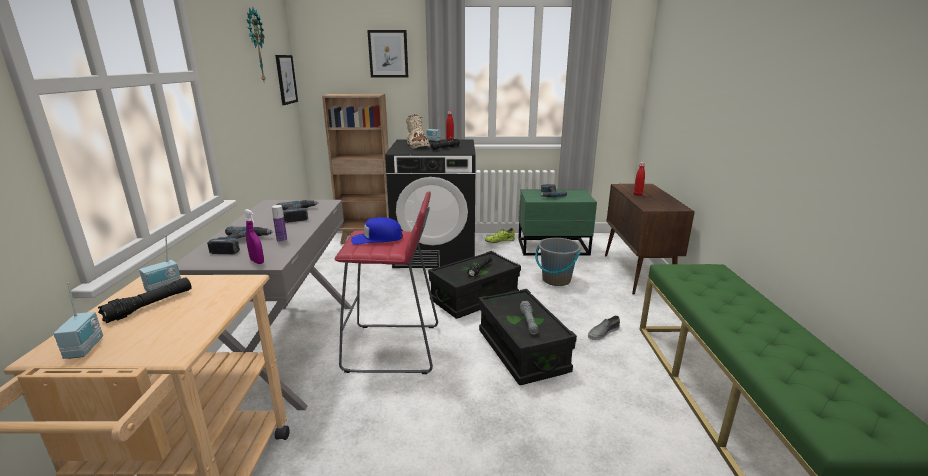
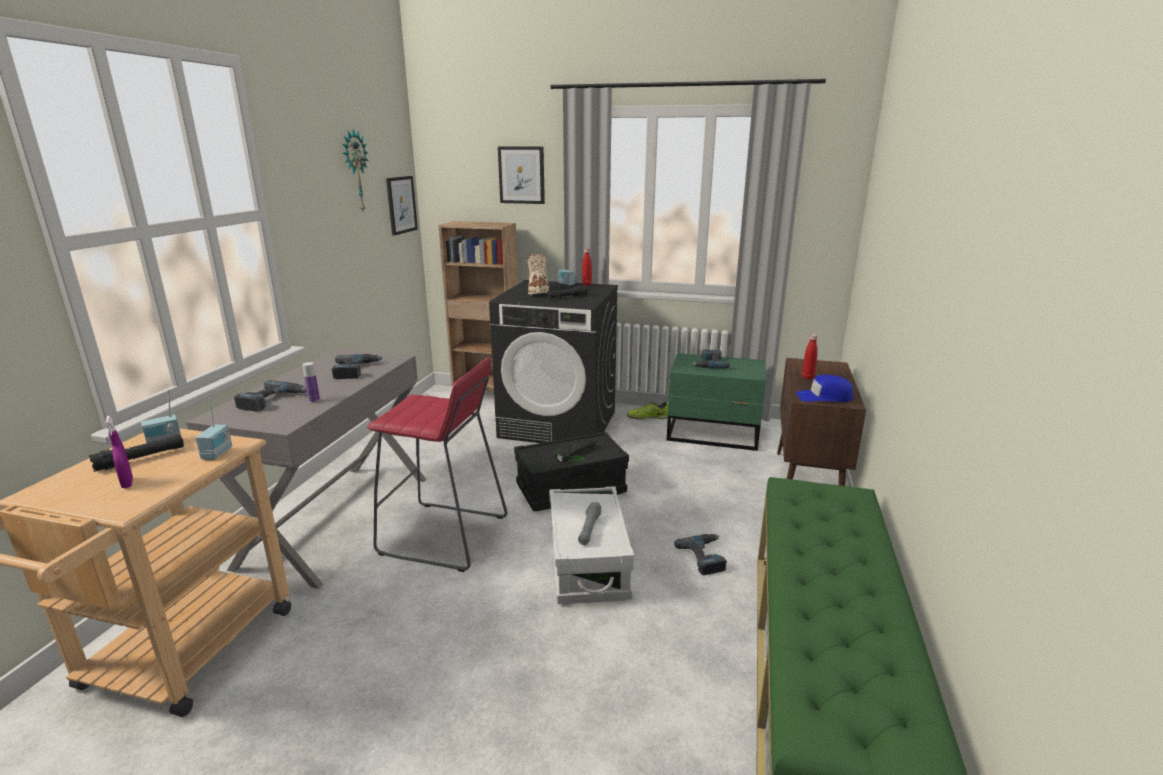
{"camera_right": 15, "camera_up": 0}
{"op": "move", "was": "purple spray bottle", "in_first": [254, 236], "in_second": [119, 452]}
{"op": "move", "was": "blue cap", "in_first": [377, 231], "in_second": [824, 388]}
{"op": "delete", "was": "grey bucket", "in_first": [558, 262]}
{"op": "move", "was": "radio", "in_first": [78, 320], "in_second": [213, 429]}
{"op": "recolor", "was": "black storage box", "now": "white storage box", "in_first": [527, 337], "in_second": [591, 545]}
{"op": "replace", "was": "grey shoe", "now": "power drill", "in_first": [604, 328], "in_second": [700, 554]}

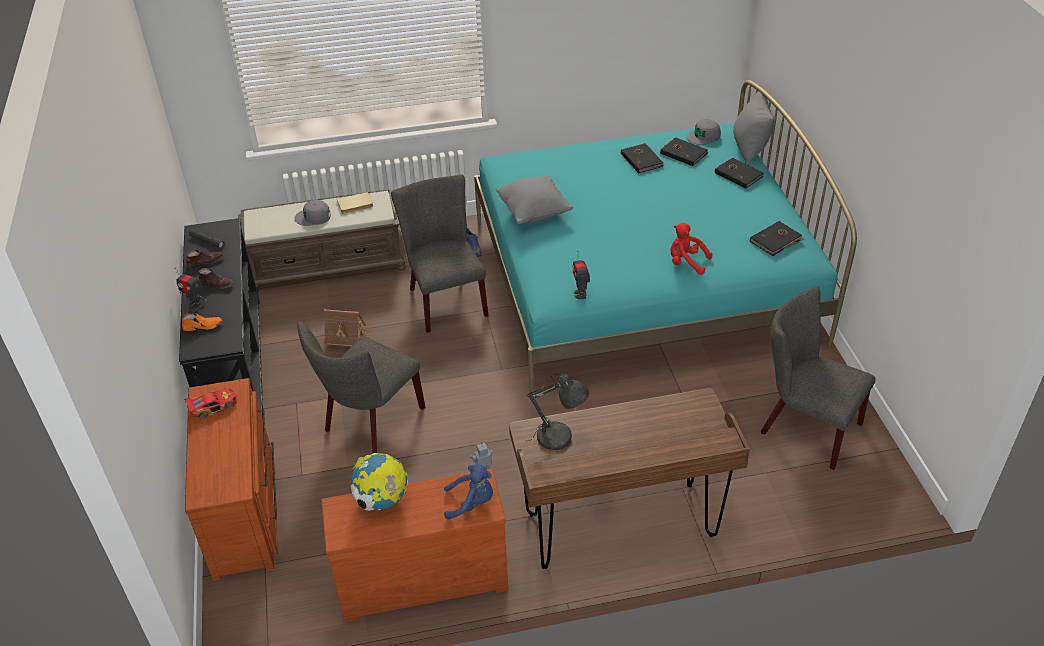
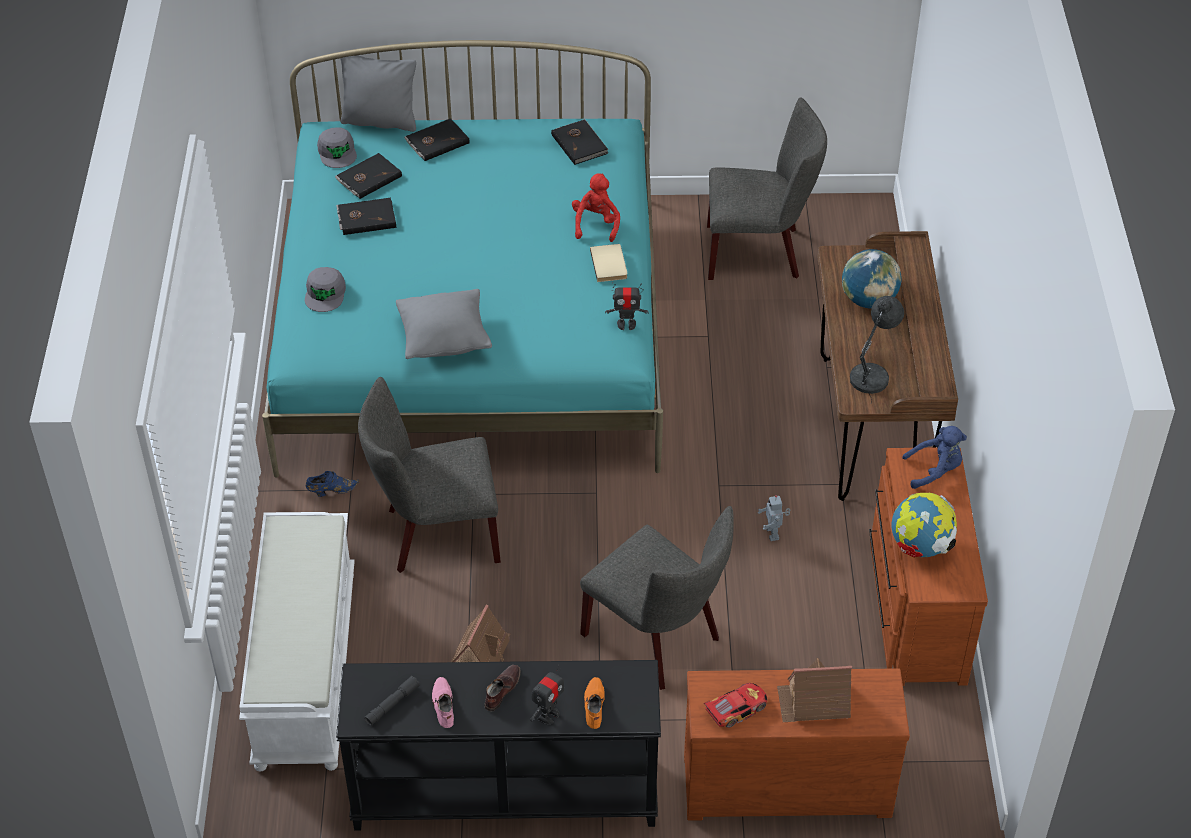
{"camera_right": -80, "camera_up": 5}
{"op": "recolor", "was": "brown bench", "now": "white bench", "in_first": [322, 240], "in_second": [297, 641]}
{"op": "move", "was": "beige book", "in_first": [355, 203], "in_second": [608, 263]}
{"op": "move", "was": "grey cap", "in_first": [312, 213], "in_second": [325, 289]}
{"op": "rotate", "was": "red plush toy", "in_first": [691, 249], "in_second": [596, 207], "clockwise": 150}
{"op": "recolor", "was": "brown shoe", "now": "pink shoe", "in_first": [205, 259], "in_second": [443, 702]}
{"op": "rotate", "was": "grey chair", "in_first": [818, 378], "in_second": [767, 189], "clockwise": -135}
{"op": "rotate", "was": "toy car", "in_first": [210, 403], "in_second": [735, 705], "clockwise": 75}
{"op": "rotate", "was": "blue plush toy", "in_first": [468, 491], "in_second": [934, 457], "clockwise": 75}
{"op": "insert", "now": "globe", "in_second": [871, 278]}
{"op": "insert", "now": "toy house", "in_second": [814, 690]}

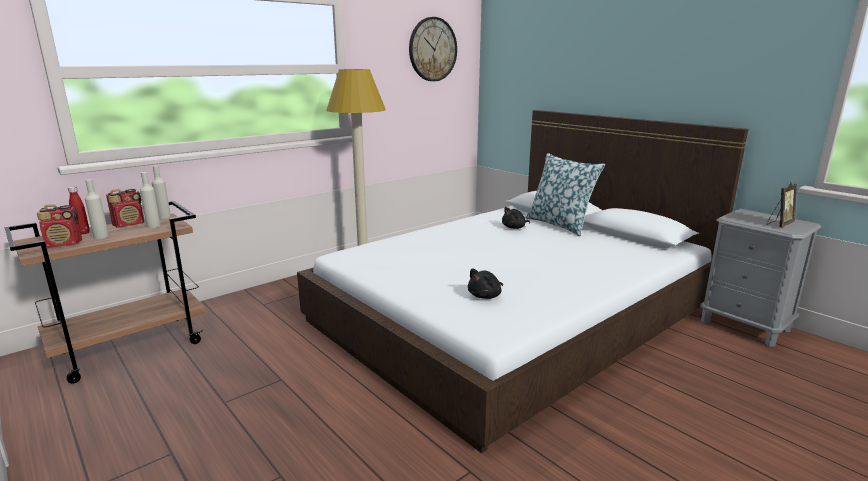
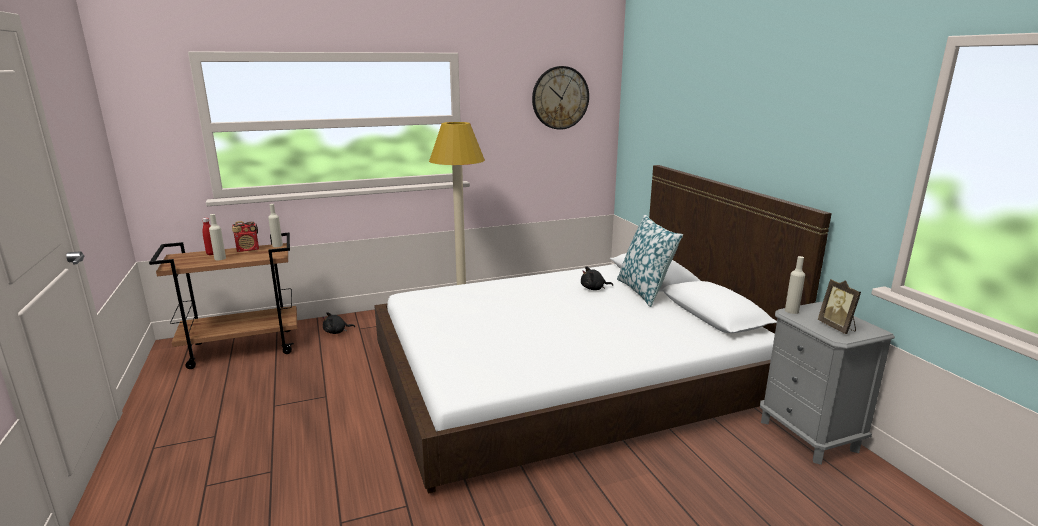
{"camera_right": 20, "camera_up": 0}
{"op": "move", "was": "beige bottle", "in_first": [150, 200], "in_second": [795, 285]}
{"op": "rotate", "was": "picture frame", "in_first": [782, 204], "in_second": [839, 306], "clockwise": 90}
{"op": "delete", "was": "radio", "in_first": [59, 225]}
{"op": "move", "was": "black plush toy", "in_first": [485, 283], "in_second": [339, 323]}

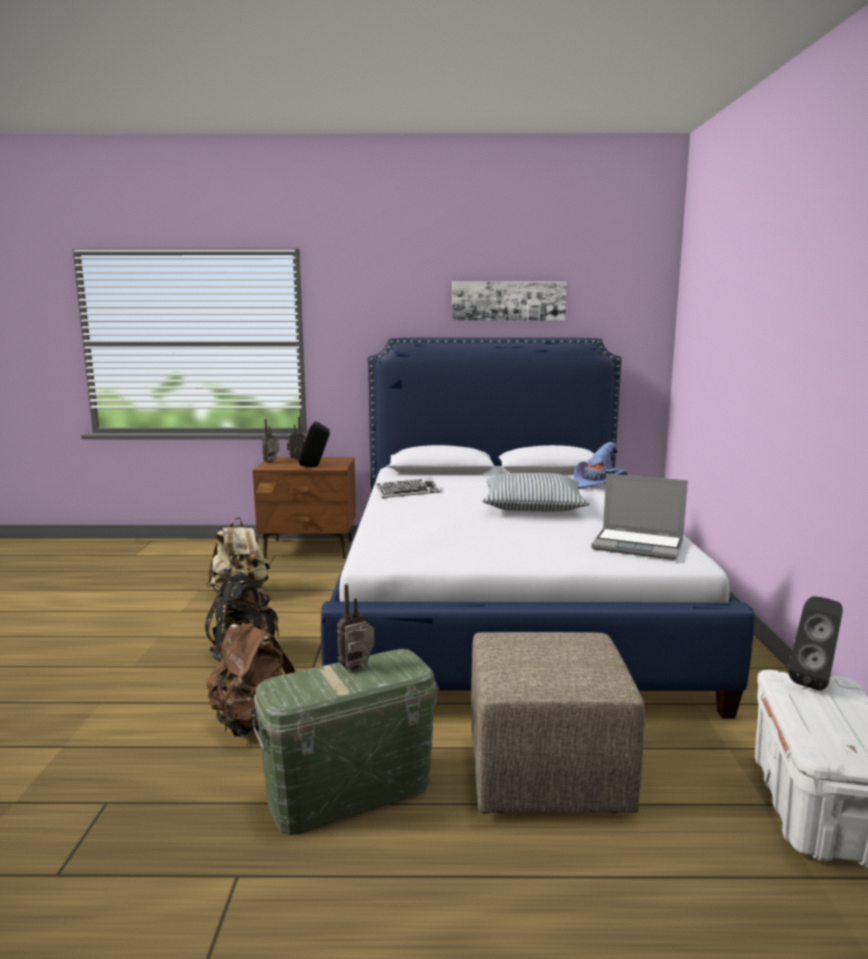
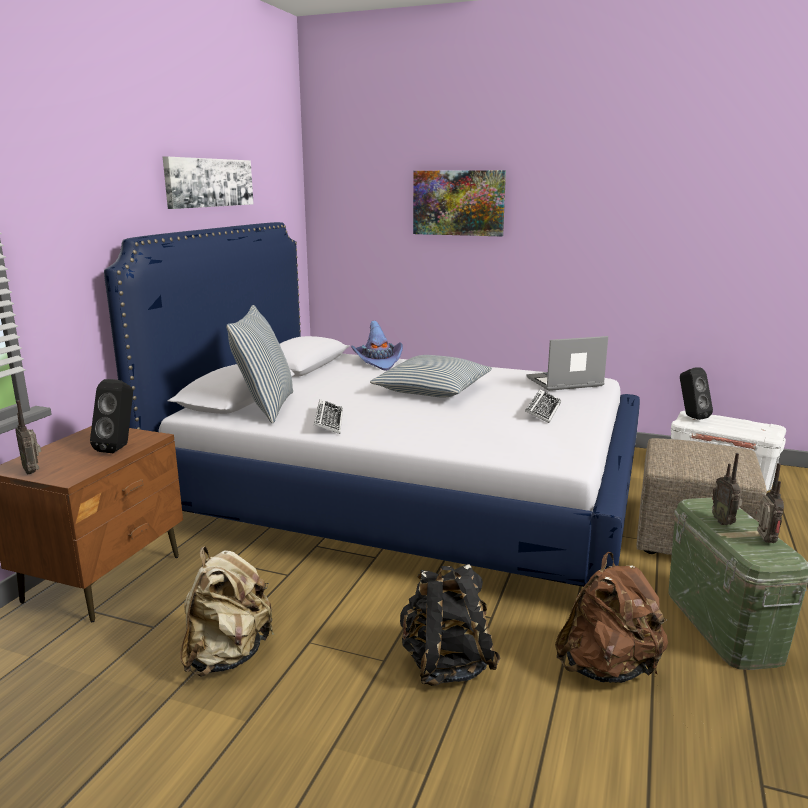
{"camera_right": -70, "camera_up": 5}
{"op": "move", "was": "radio", "in_first": [296, 438], "in_second": [769, 503]}
{"op": "rotate", "was": "laptop", "in_first": [639, 516], "in_second": [567, 363], "clockwise": -150}
{"op": "insert", "now": "picture", "in_second": [459, 203]}
{"op": "insert", "now": "pillow", "in_second": [259, 364]}
{"op": "insert", "now": "keyboard", "in_second": [543, 406]}

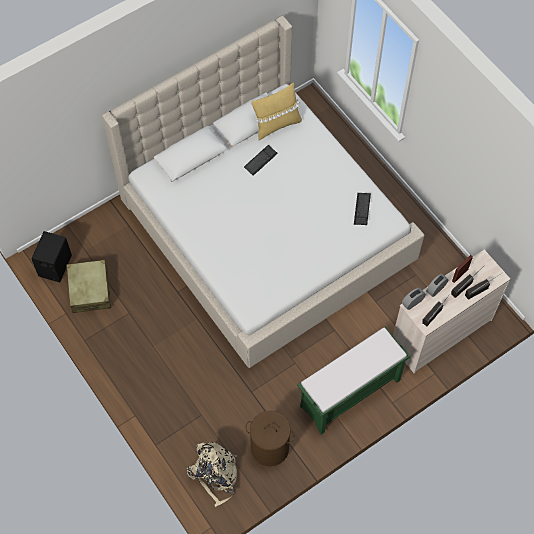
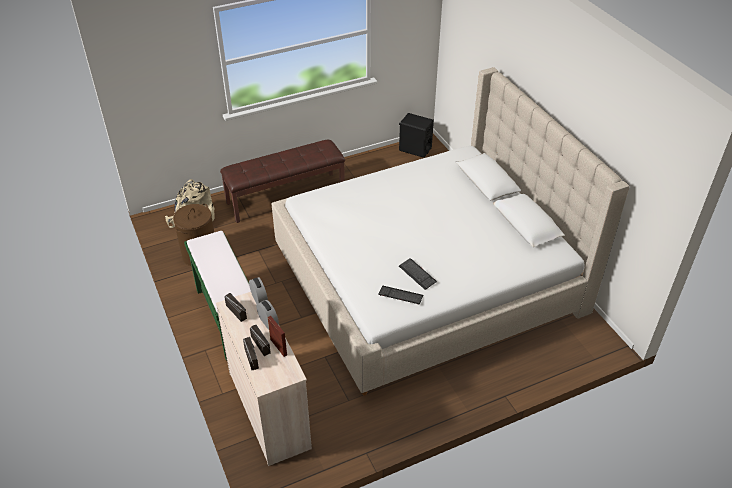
{"camera_right": 100, "camera_up": -20}
{"op": "delete", "was": "yellow pillow", "in_first": [276, 111]}
{"op": "move", "was": "keyboard", "in_first": [261, 160], "in_second": [418, 274]}
{"op": "delete", "was": "beige suitcase", "in_first": [88, 286]}
{"op": "insert", "now": "brown bench", "in_second": [282, 181]}

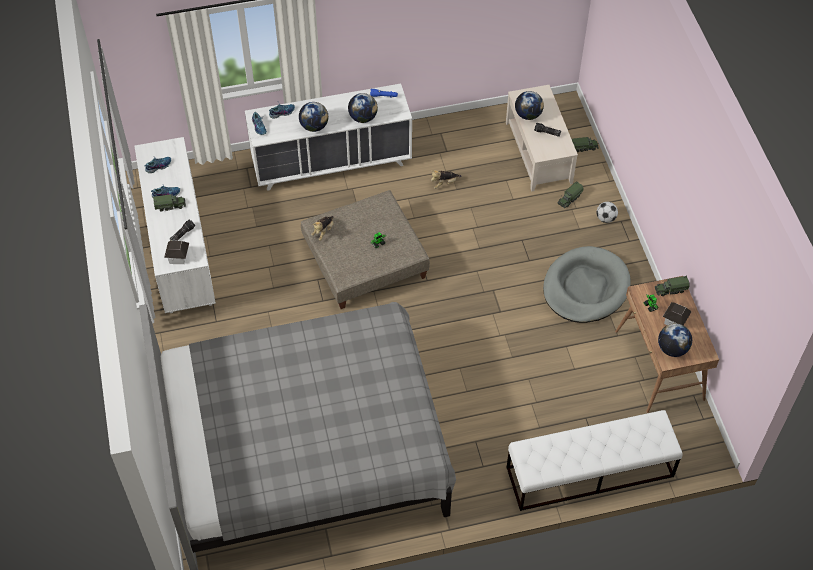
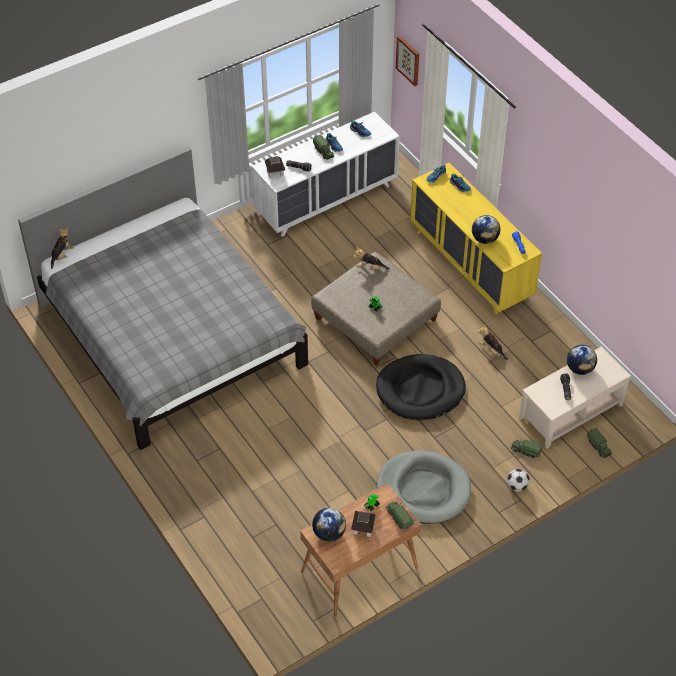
{"camera_right": 70, "camera_up": -5}
{"op": "recolor", "was": "white dresser", "now": "yellow dresser", "in_first": [328, 137], "in_second": [476, 239]}
{"op": "delete", "was": "globe", "in_first": [313, 117]}
{"op": "delete", "was": "white bench", "in_first": [595, 460]}
{"op": "insert", "now": "picture", "in_second": [407, 60]}
{"op": "insert", "now": "plush toy", "in_second": [62, 248]}
{"op": "insert", "now": "black dog bed", "in_second": [421, 387]}

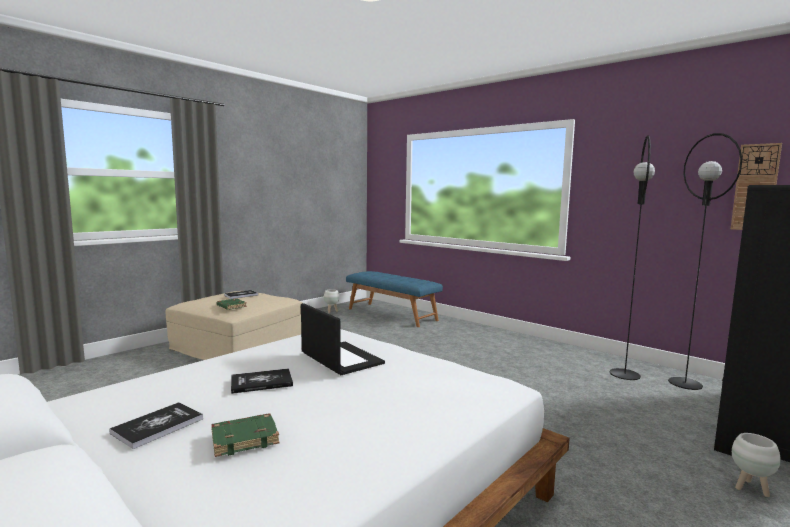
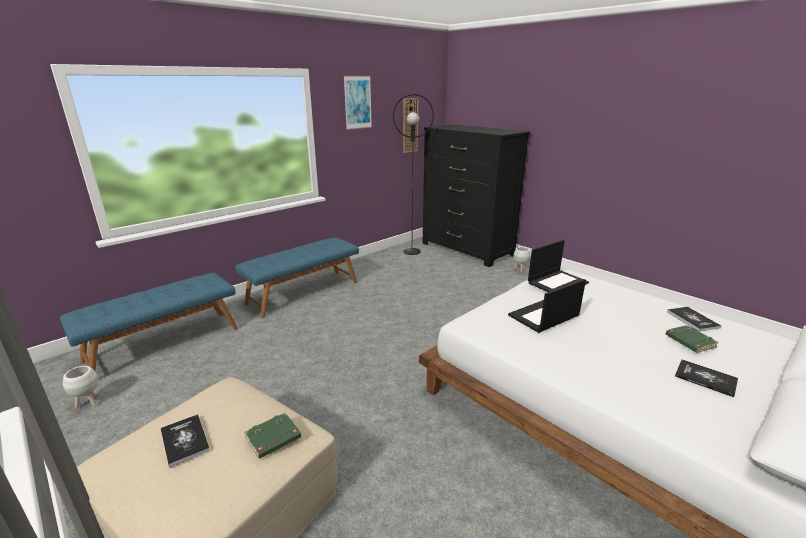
{"camera_right": -85, "camera_up": 15}
{"op": "delete", "was": "black floor lamp", "in_first": [632, 257]}
{"op": "move", "was": "book", "in_first": [262, 381], "in_second": [694, 319]}
{"op": "insert", "now": "picture", "in_second": [357, 103]}
{"op": "insert", "now": "blue bench", "in_second": [297, 277]}
{"op": "insert", "now": "laptop", "in_second": [558, 266]}

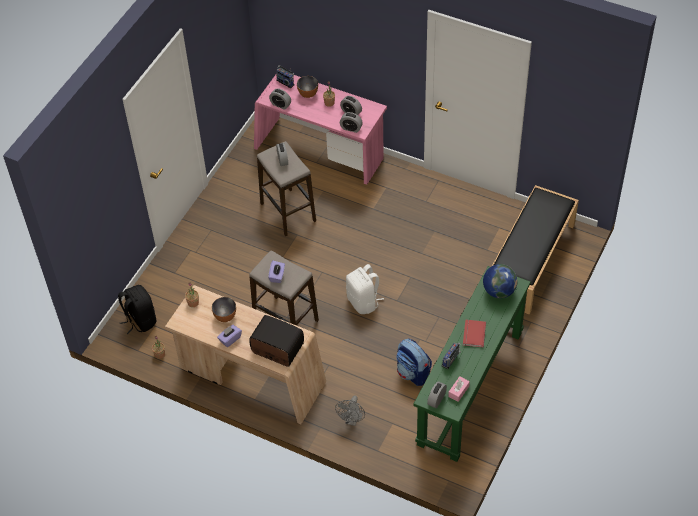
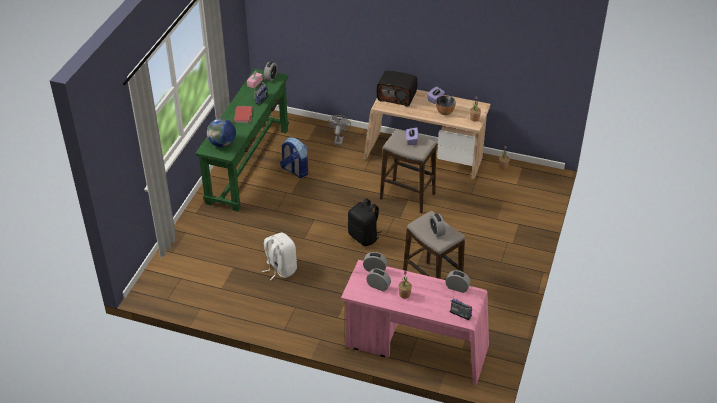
{"camera_right": 170, "camera_up": -10}
{"op": "delete", "was": "bowl", "in_first": [307, 87]}
{"op": "delete", "was": "black bench", "in_first": [535, 250]}
{"op": "move", "was": "white backpack", "in_first": [365, 289], "in_second": [279, 256]}
{"op": "move", "was": "black backpack", "in_first": [137, 310], "in_second": [364, 222]}

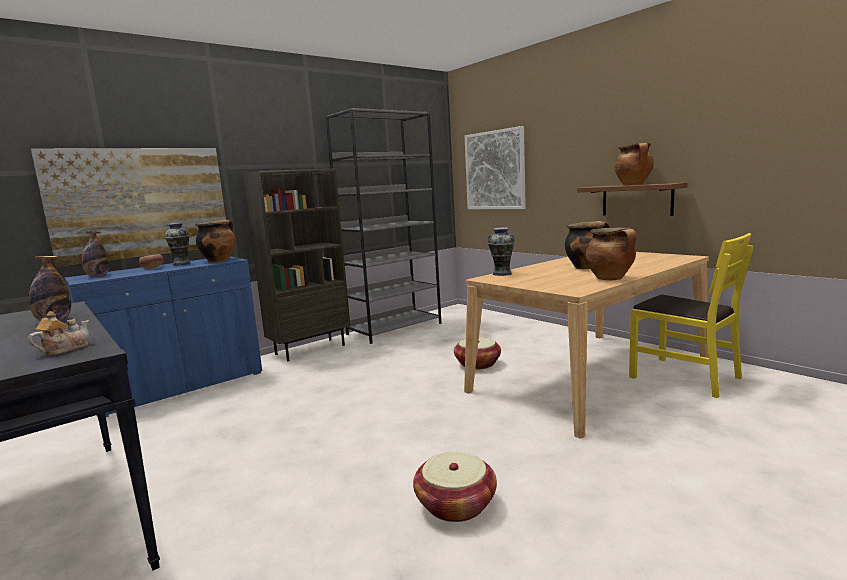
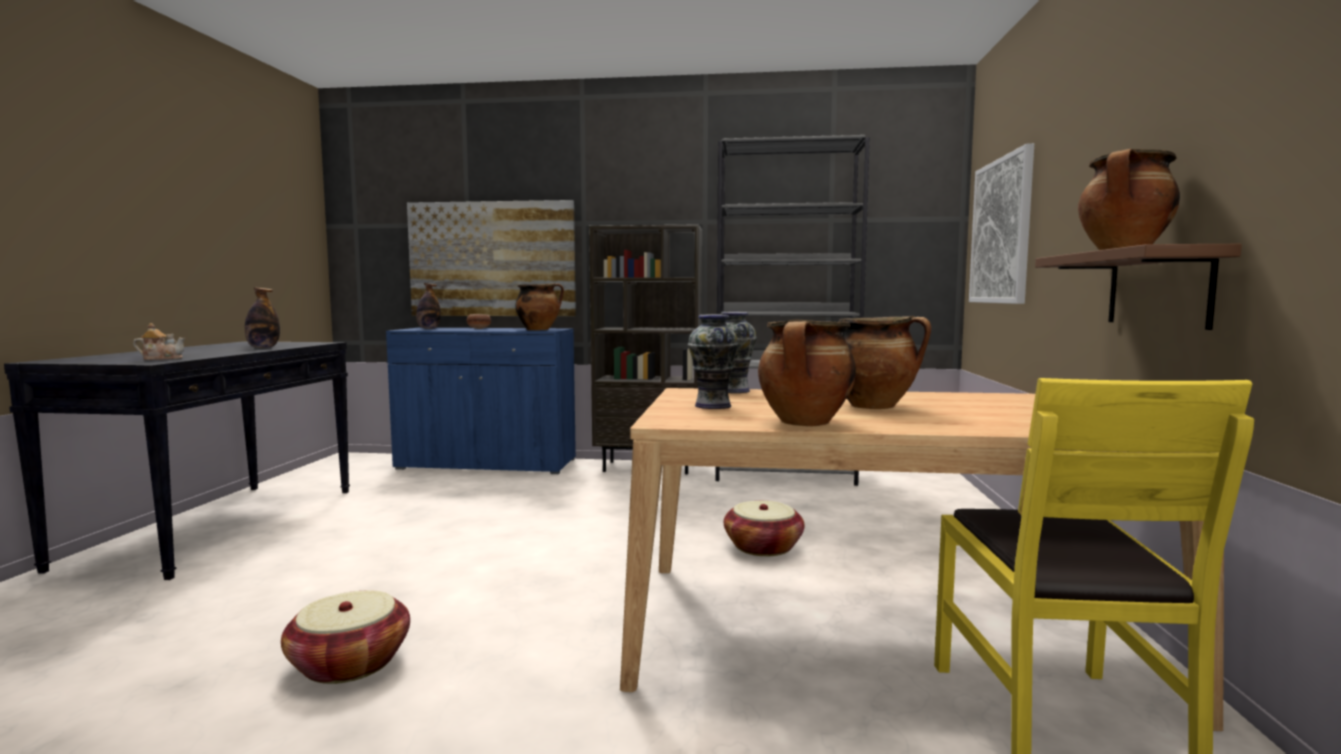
{"camera_right": 45, "camera_up": -5}
{"op": "move", "was": "vase", "in_first": [177, 244], "in_second": [713, 362]}

